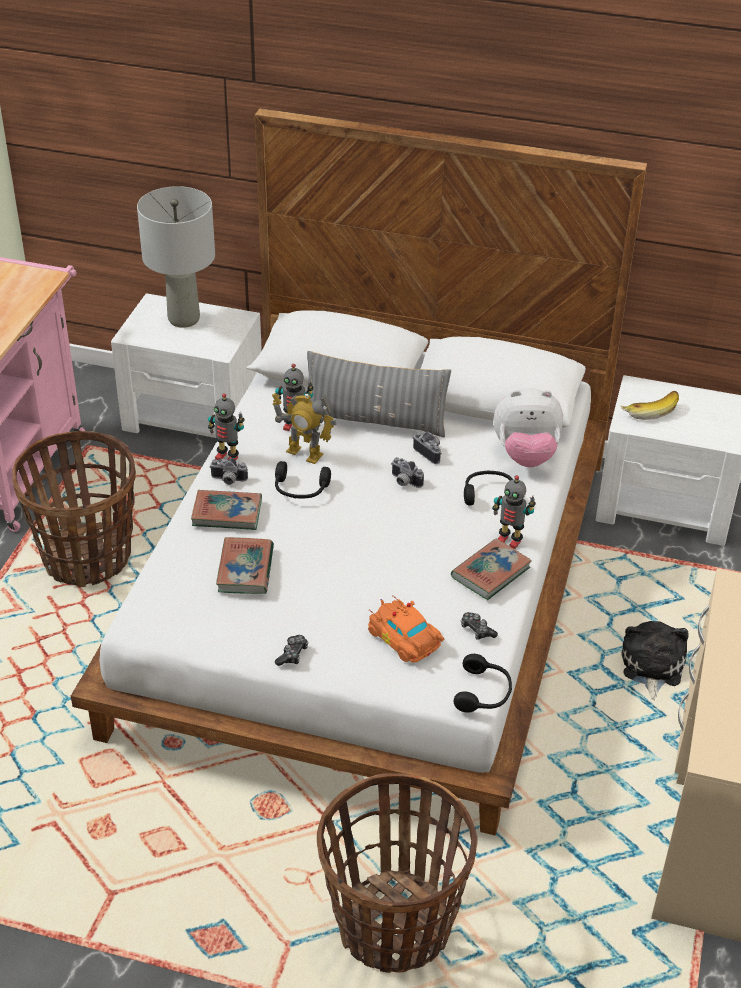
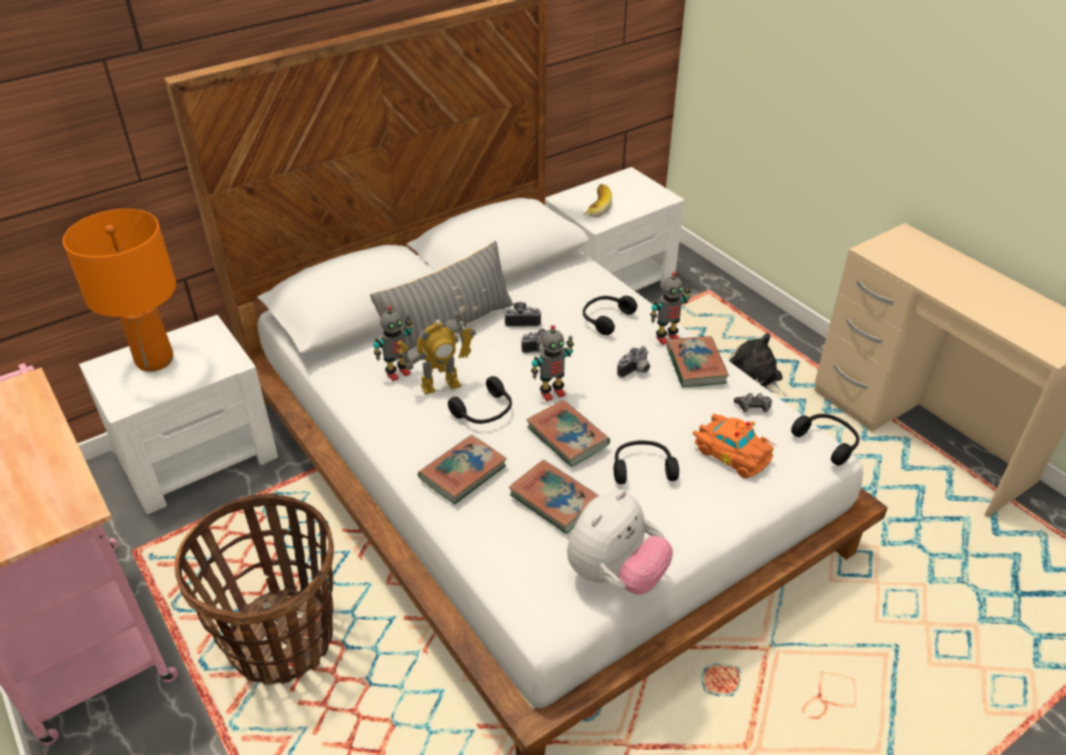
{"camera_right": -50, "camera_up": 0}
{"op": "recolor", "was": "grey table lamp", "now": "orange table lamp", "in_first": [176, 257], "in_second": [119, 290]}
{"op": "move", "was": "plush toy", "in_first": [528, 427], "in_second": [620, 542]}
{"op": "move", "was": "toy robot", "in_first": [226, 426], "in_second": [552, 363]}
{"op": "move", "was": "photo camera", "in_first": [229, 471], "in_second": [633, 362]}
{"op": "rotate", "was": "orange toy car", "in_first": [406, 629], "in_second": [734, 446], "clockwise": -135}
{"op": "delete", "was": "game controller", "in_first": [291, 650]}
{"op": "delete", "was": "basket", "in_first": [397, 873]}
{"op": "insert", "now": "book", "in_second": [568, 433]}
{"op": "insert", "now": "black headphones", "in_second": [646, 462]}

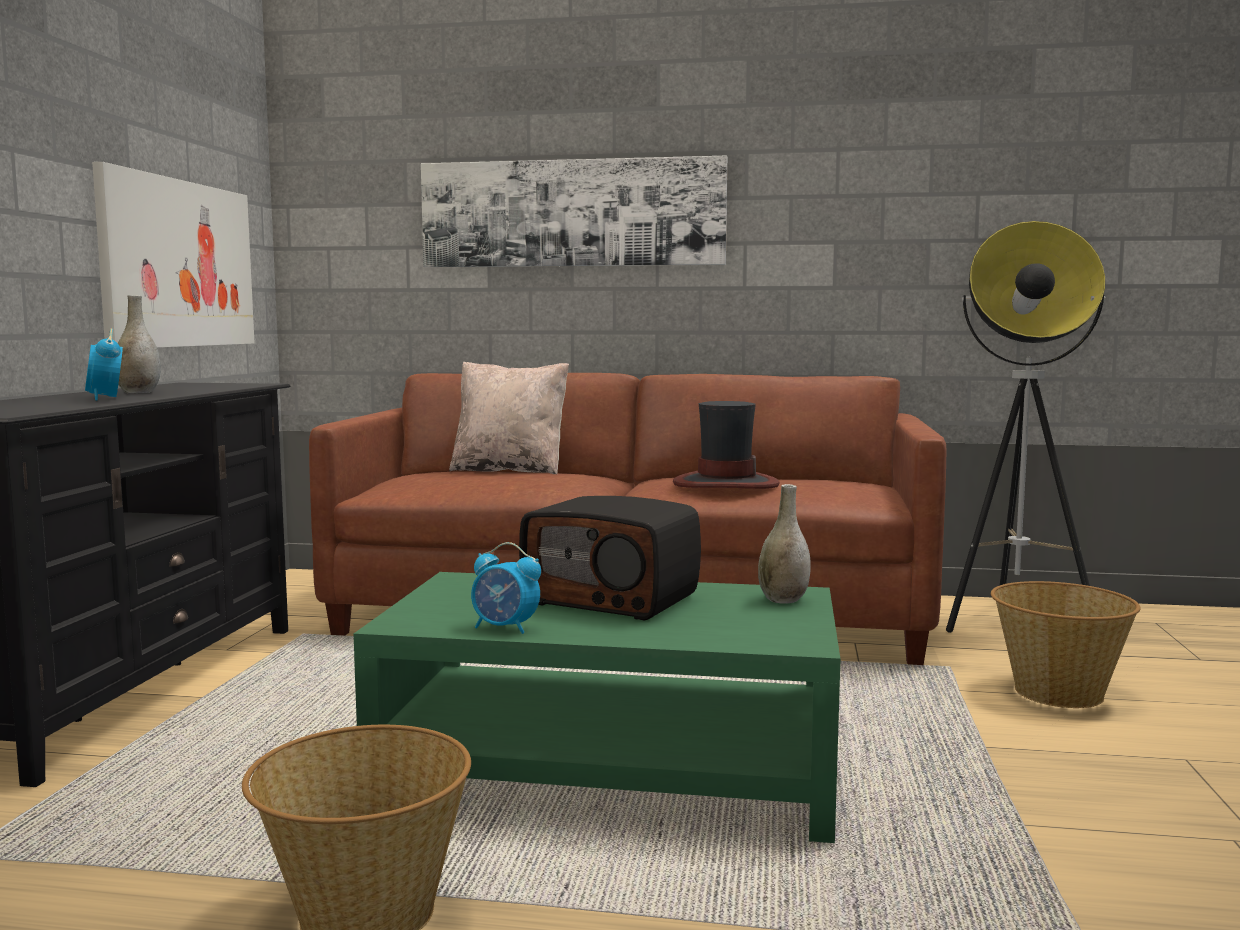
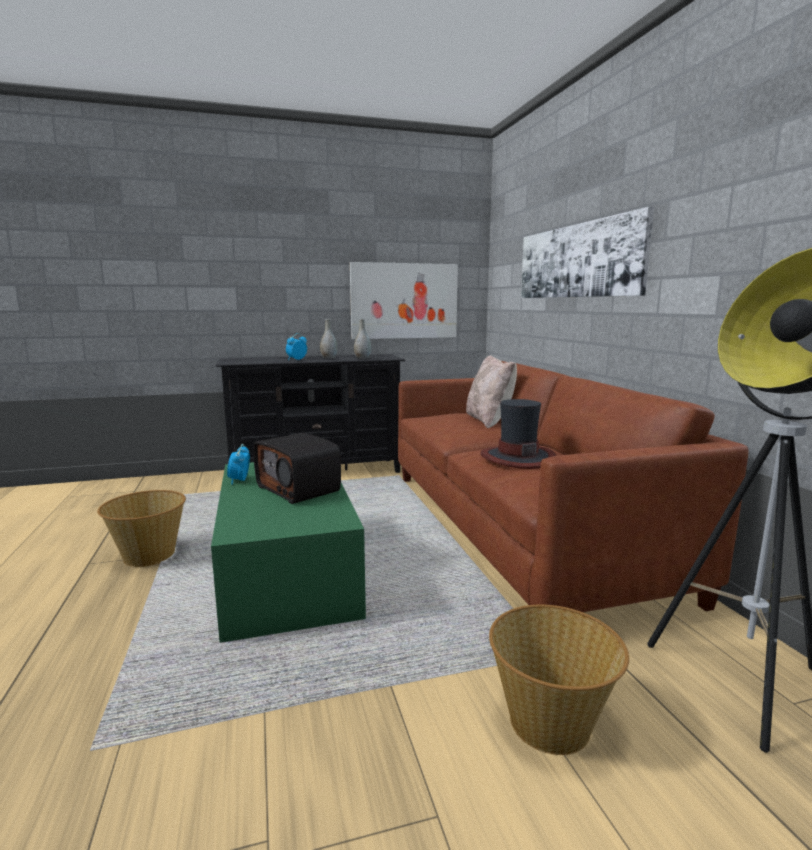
{"camera_right": 65, "camera_up": 5}
{"op": "move", "was": "grey vase", "in_first": [784, 544], "in_second": [362, 339]}
{"op": "rotate", "was": "radio", "in_first": [610, 558], "in_second": [297, 468], "clockwise": -45}

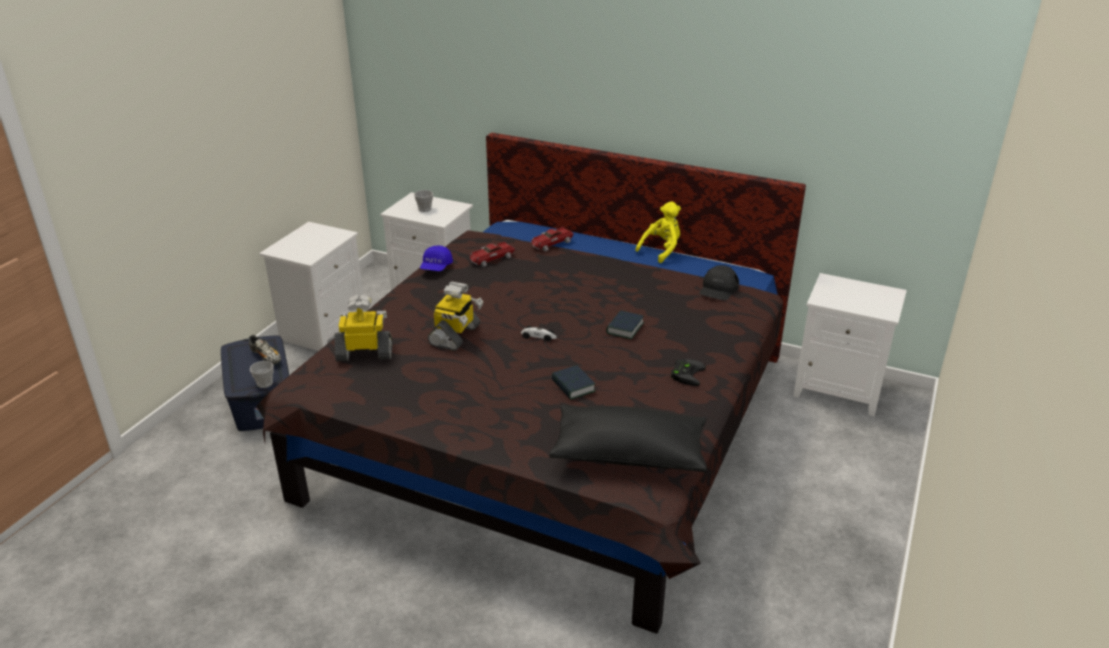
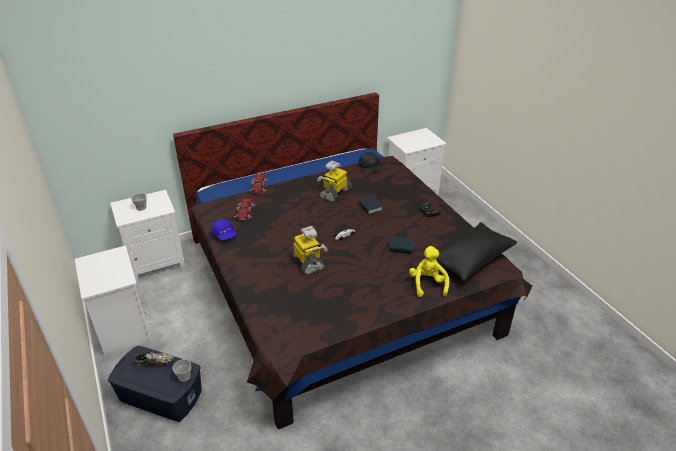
{"camera_right": -50, "camera_up": 5}
{"op": "move", "was": "yellow plush toy", "in_first": [658, 232], "in_second": [429, 271]}
{"op": "move", "was": "toy robot", "in_first": [363, 328], "in_second": [334, 181]}

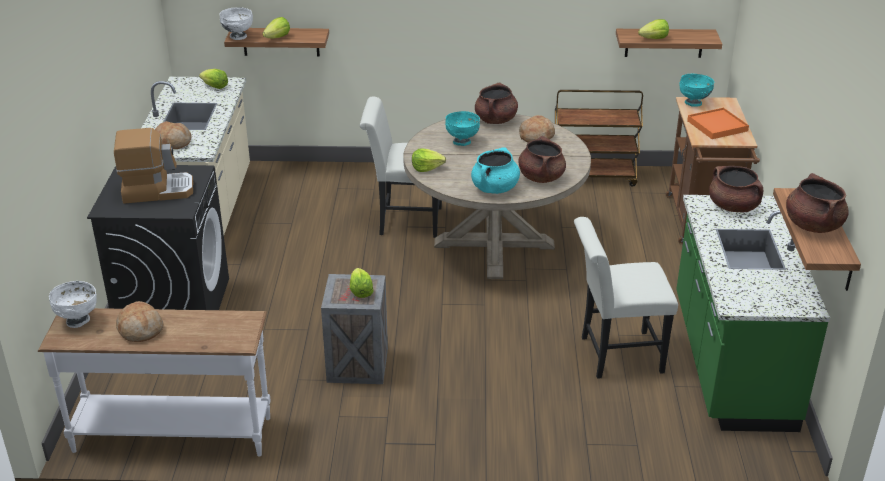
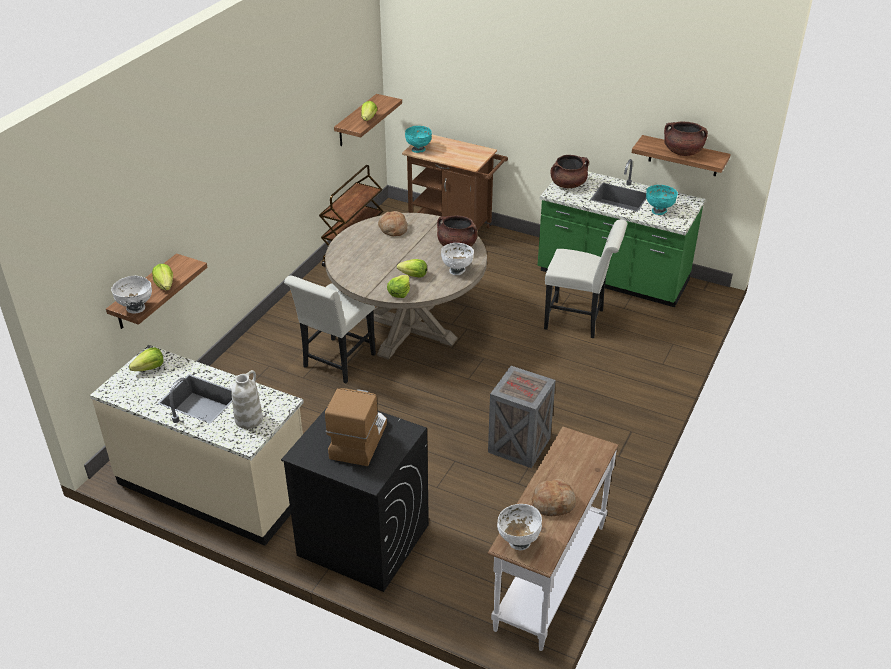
{"camera_right": -65, "camera_up": 5}
{"op": "delete", "was": "brown cooking pot", "in_first": [496, 103]}
{"op": "delete", "was": "orange tray", "in_first": [718, 123]}
{"op": "move", "was": "turquoise bowl", "in_first": [462, 128], "in_second": [662, 200]}
{"op": "replace", "was": "bread", "now": "white vase", "in_first": [173, 135], "in_second": [247, 399]}
{"op": "replace", "was": "turquoise cooking pot", "now": "white bowl", "in_first": [495, 170], "in_second": [457, 259]}
{"op": "rotate", "was": "white chair", "in_first": [626, 298], "in_second": [586, 279], "clockwise": -90}
{"op": "move", "was": "lettuce", "in_first": [362, 283], "in_second": [412, 268]}

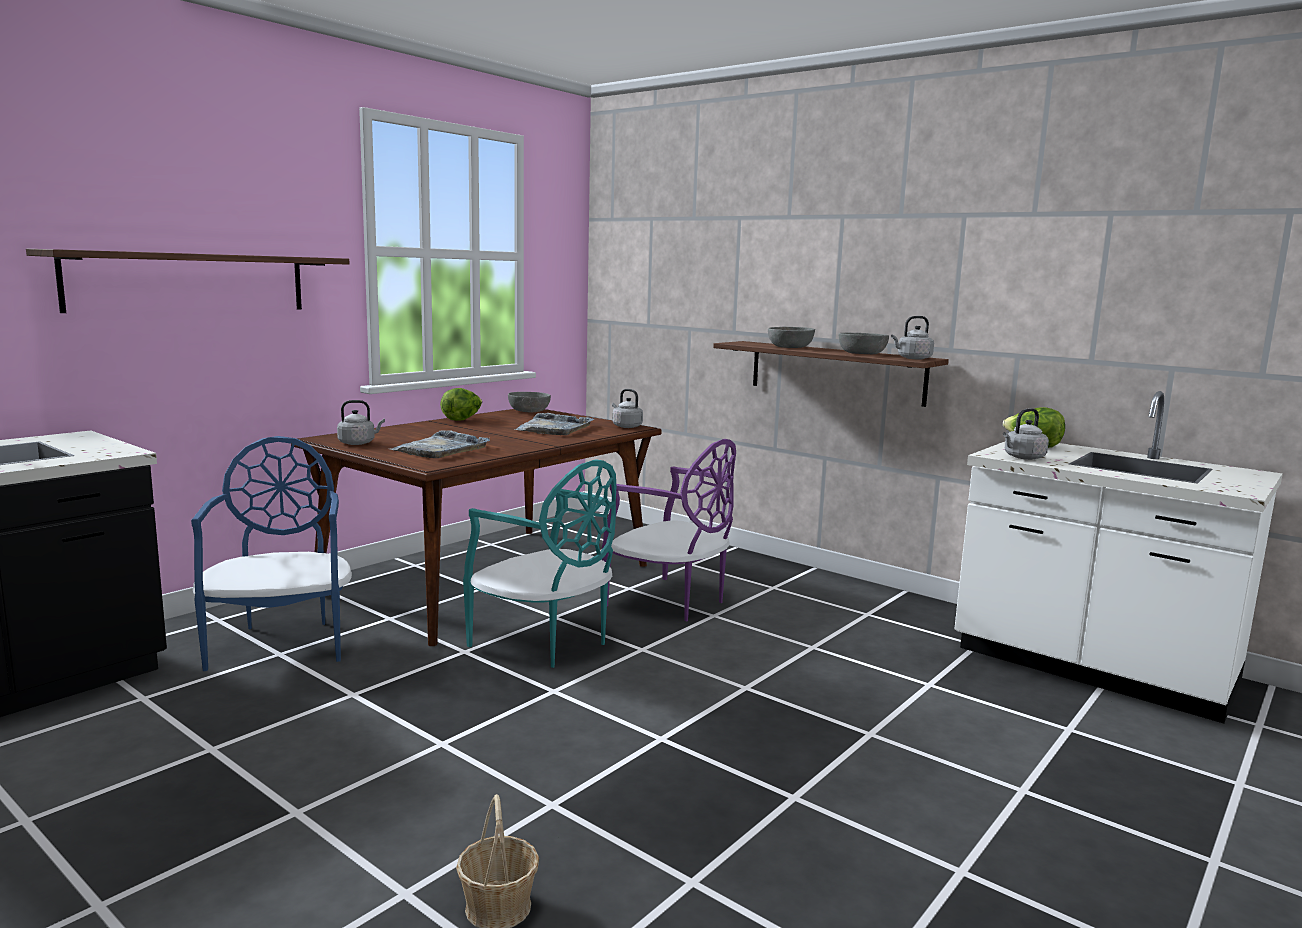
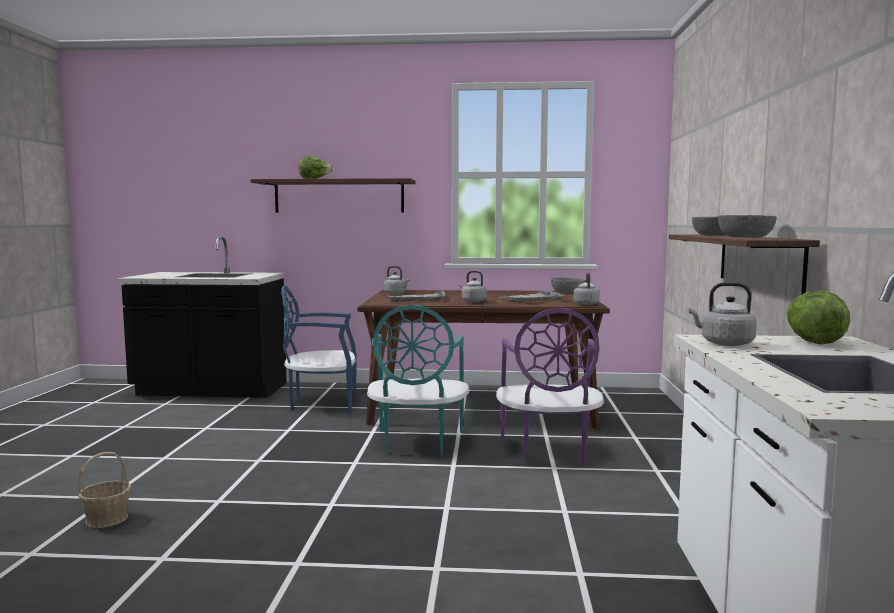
{"camera_right": 55, "camera_up": -5}
{"op": "move", "was": "grey kettle", "in_first": [912, 337], "in_second": [473, 287]}
{"op": "move", "was": "lettuce", "in_first": [461, 404], "in_second": [316, 167]}
{"op": "rotate", "was": "blue chair", "in_first": [271, 553], "in_second": [319, 349], "clockwise": -135}

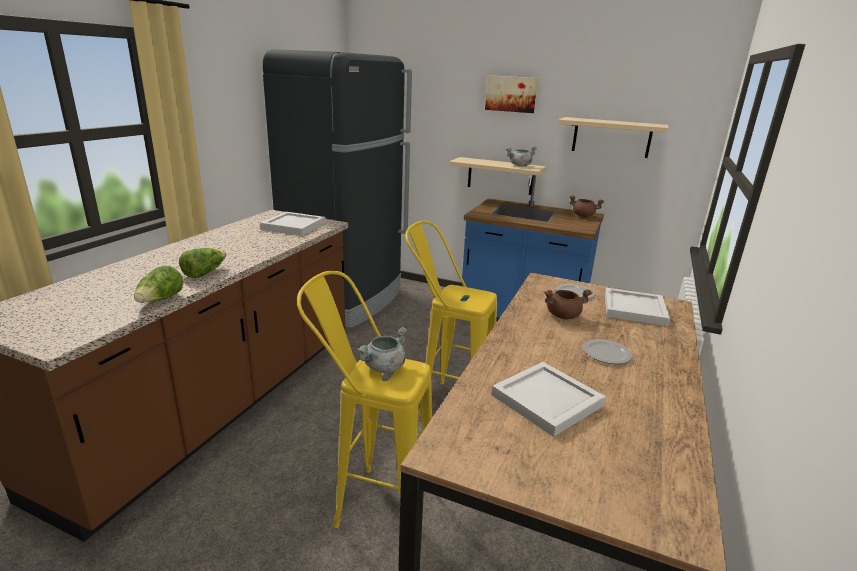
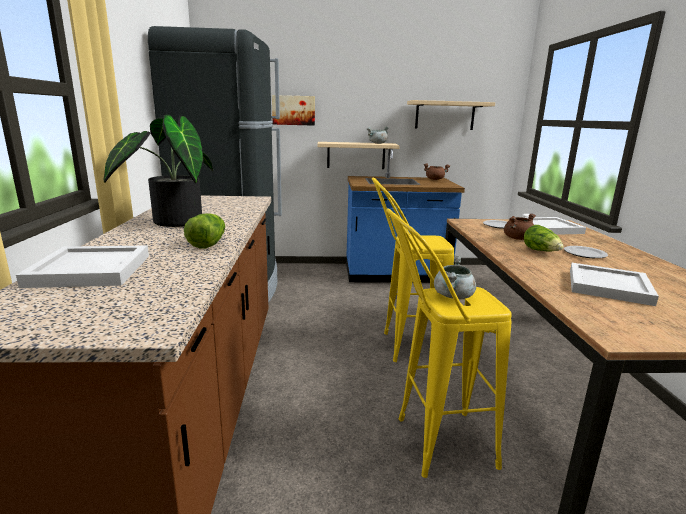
{"camera_right": -25, "camera_up": -5}
{"op": "move", "was": "picture", "in_first": [511, 94], "in_second": [293, 110]}
{"op": "move", "was": "white tray", "in_first": [293, 223], "in_second": [82, 266]}
{"op": "move", "was": "lettuce", "in_first": [158, 284], "in_second": [544, 238]}
{"op": "insert", "now": "potted plant", "in_second": [158, 171]}

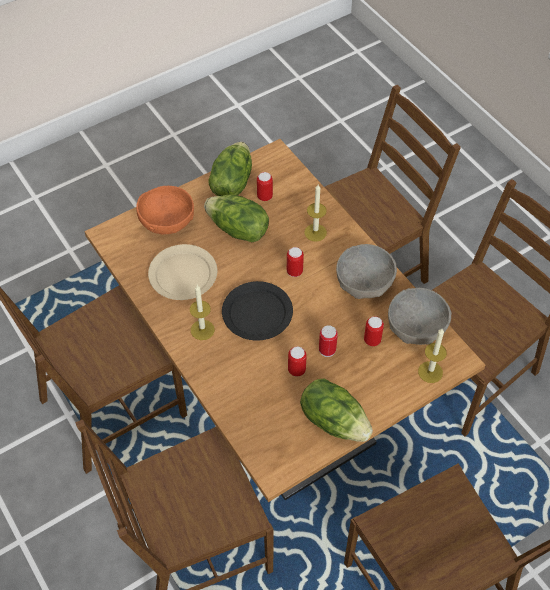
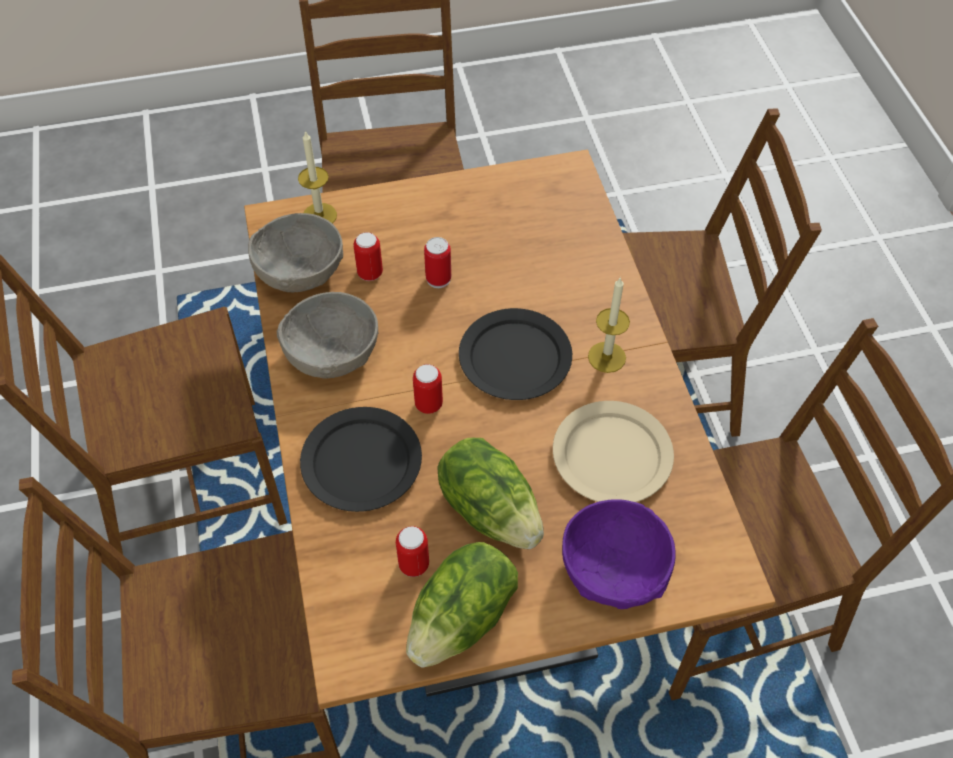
{"camera_right": -160, "camera_up": 0}
{"op": "replace", "was": "candle", "now": "black plate", "in_first": [315, 213], "in_second": [361, 459]}
{"op": "recolor", "was": "orange bowl", "now": "purple bowl", "in_first": [165, 210], "in_second": [619, 554]}
{"op": "delete", "was": "can", "in_first": [297, 361]}
{"op": "delete", "was": "lettuce", "in_first": [336, 410]}

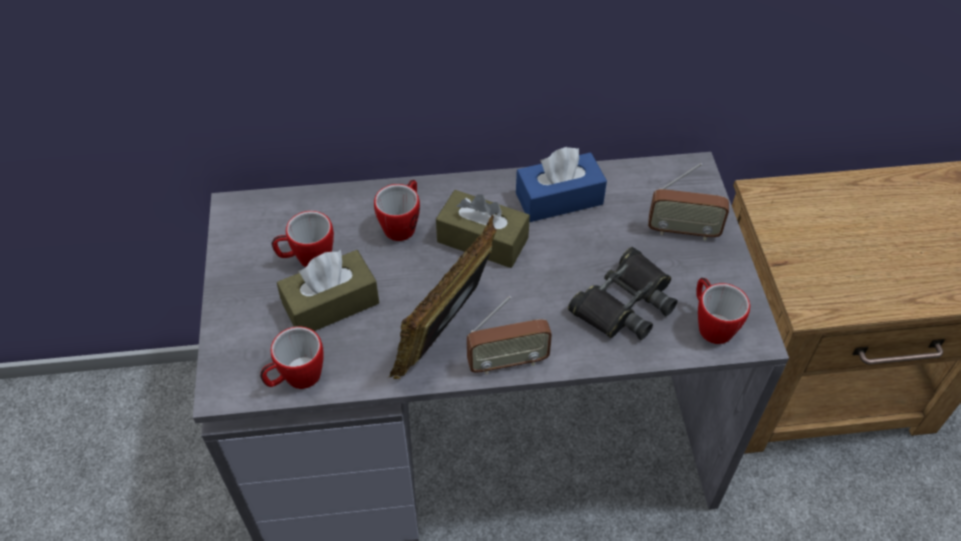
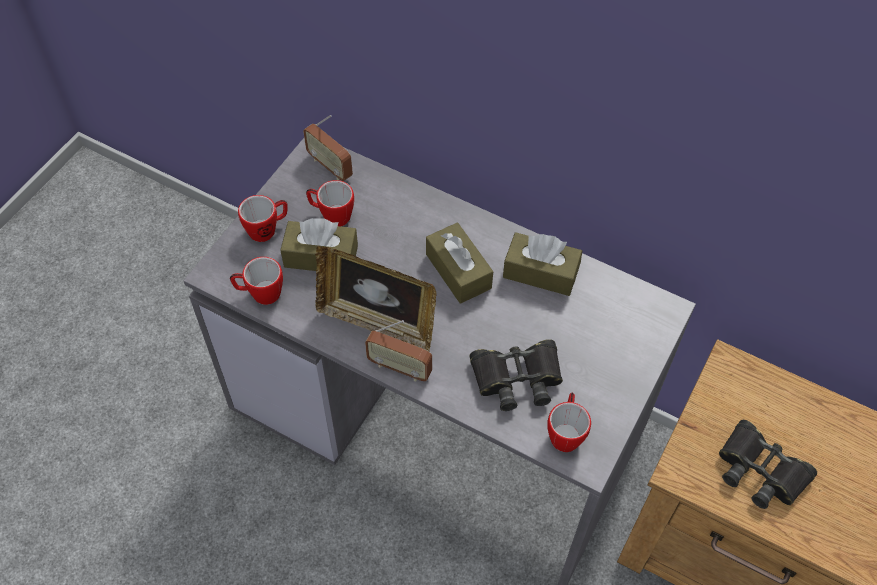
{"camera_right": 35, "camera_up": 5}
{"op": "recolor", "was": "blue tissue box", "now": "brown tissue box", "in_first": [561, 184], "in_second": [542, 264]}
{"op": "move", "was": "radio", "in_first": [688, 202], "in_second": [328, 148]}
{"op": "move", "was": "mug", "in_first": [397, 210], "in_second": [263, 218]}
{"op": "rotate", "was": "picture frame", "in_first": [443, 297], "in_second": [376, 298], "clockwise": -135}
{"op": "insert", "now": "black binoculars", "in_second": [768, 464]}

